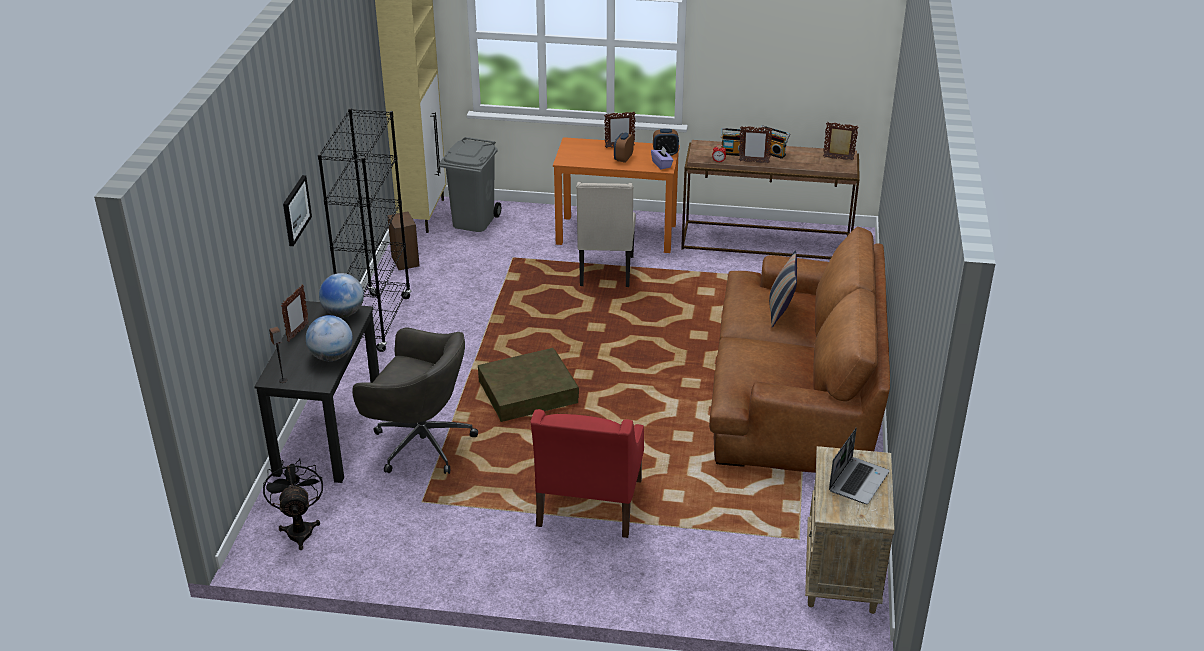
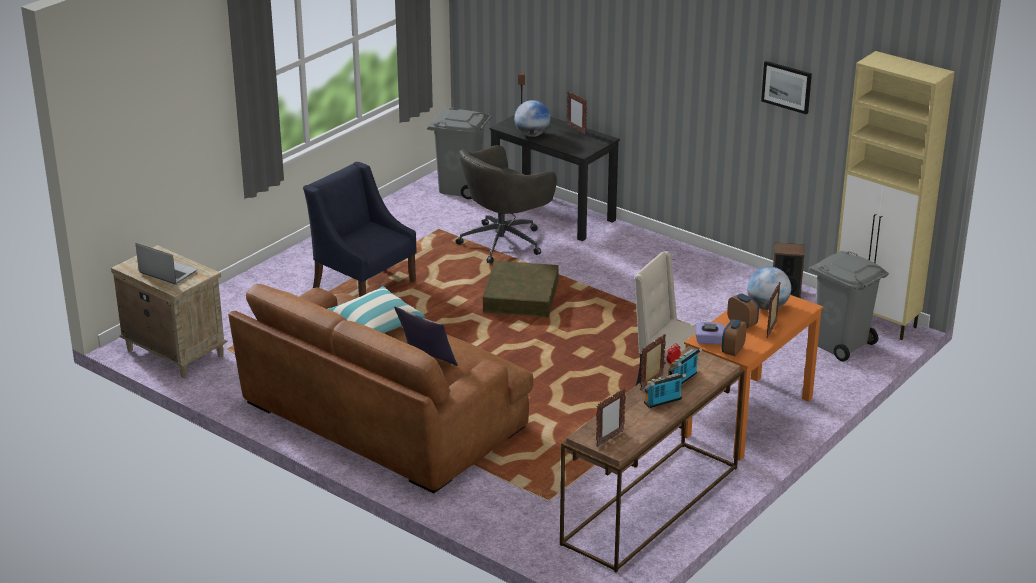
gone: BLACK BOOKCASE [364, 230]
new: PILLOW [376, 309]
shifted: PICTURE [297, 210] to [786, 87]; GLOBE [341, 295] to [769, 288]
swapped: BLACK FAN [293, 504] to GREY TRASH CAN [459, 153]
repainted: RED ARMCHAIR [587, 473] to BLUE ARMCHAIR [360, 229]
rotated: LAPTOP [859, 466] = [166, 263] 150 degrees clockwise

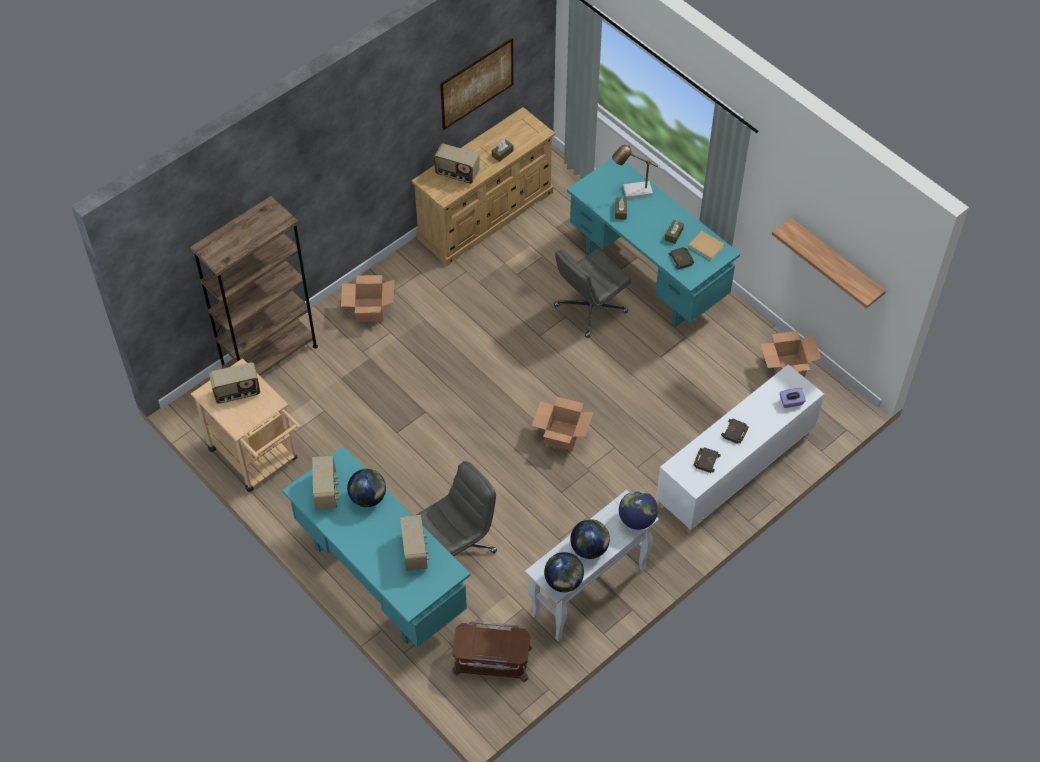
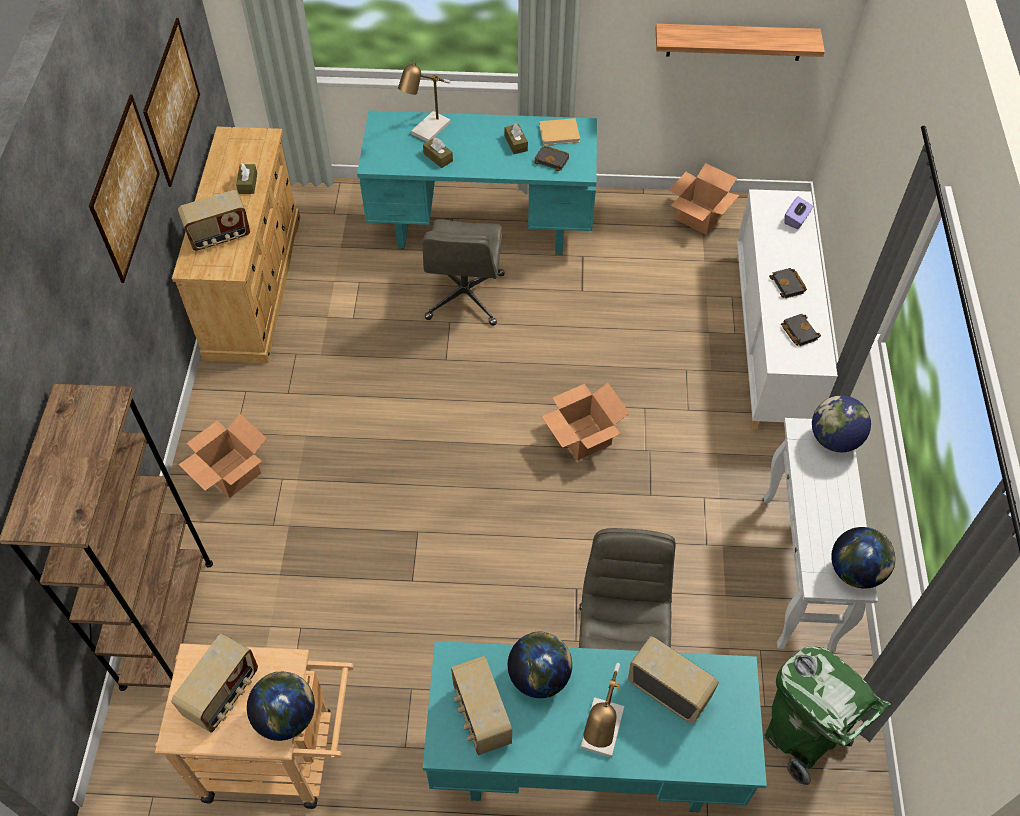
new: PICTURE [124, 189]; TABLE LAMP [603, 710]
shifted: GLOBE [590, 539] to [281, 706]
swapped: BROWN STORAGE BOX [492, 651] to GREEN TRASH CAN [827, 716]
rotated: RADIO [325, 482] = [481, 705] 150 degrees counterclockwise

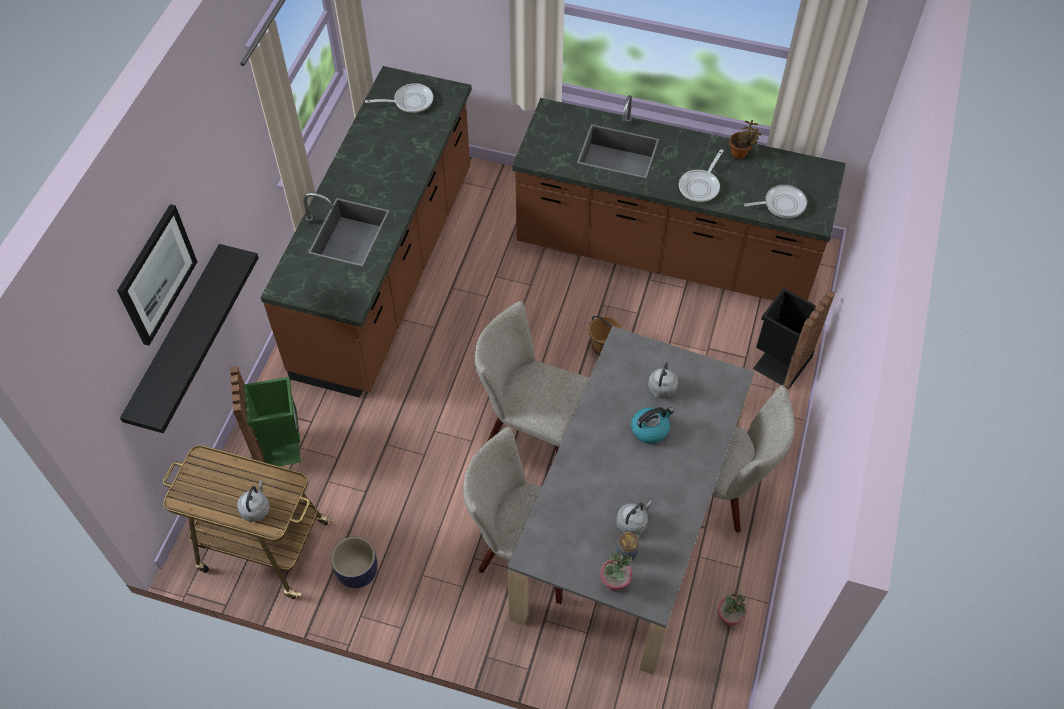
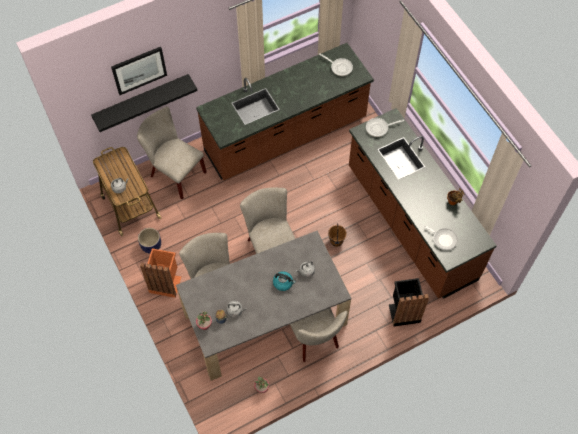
new: ORANGE TRASH CAN [160, 273]
shifted: FRYING PAN [701, 175] to [385, 127]
swapped: GREEN TRASH CAN [265, 416] to BEIGE CHAIR [171, 153]

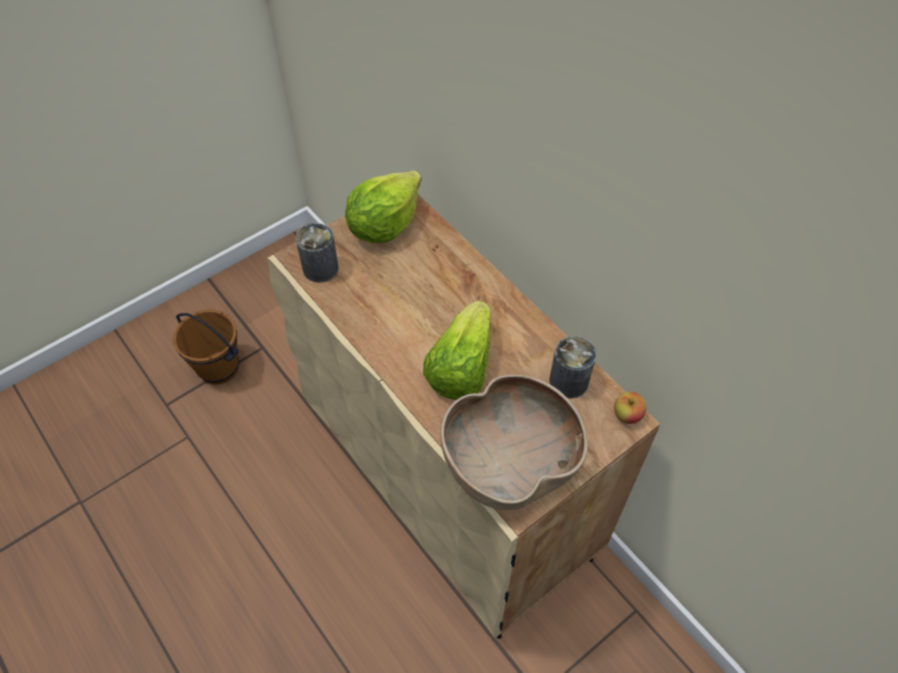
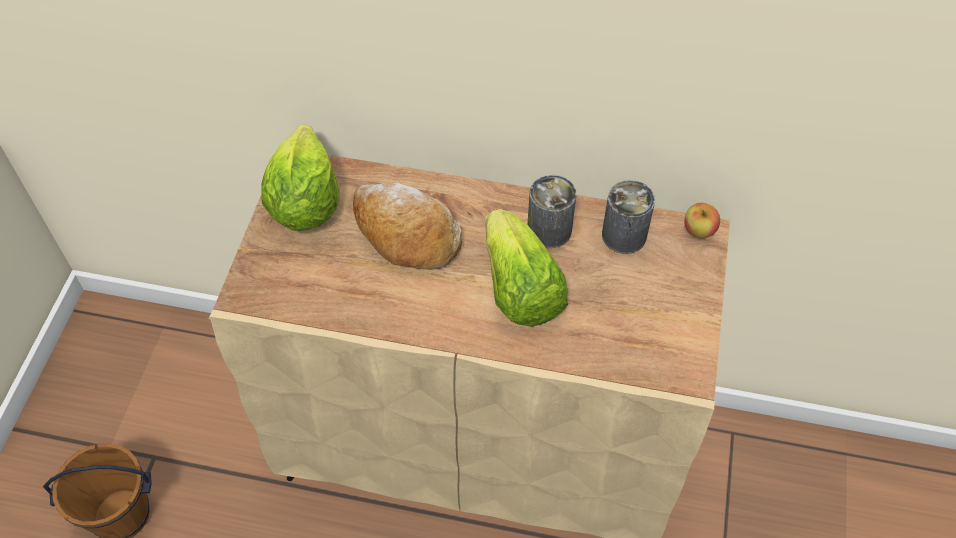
gone: BROWN BOWL [514, 442]
new: BREAD [407, 226]
shifted: CAN [317, 253] to [552, 211]

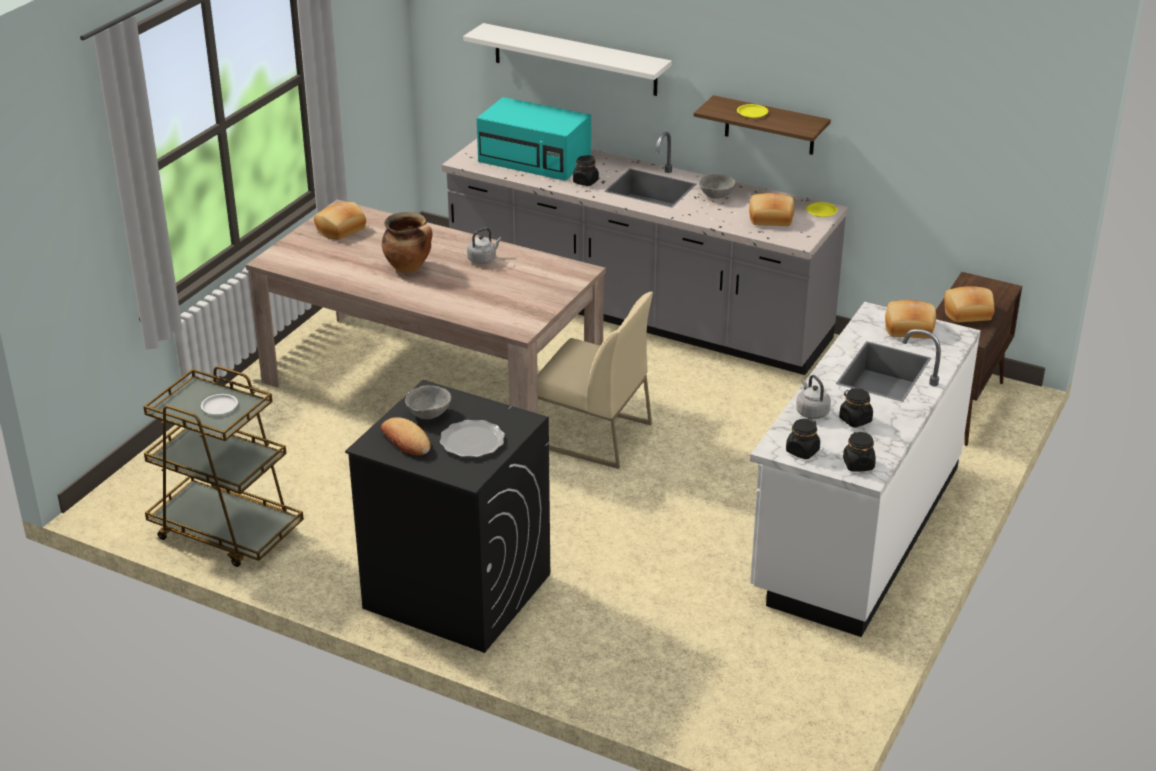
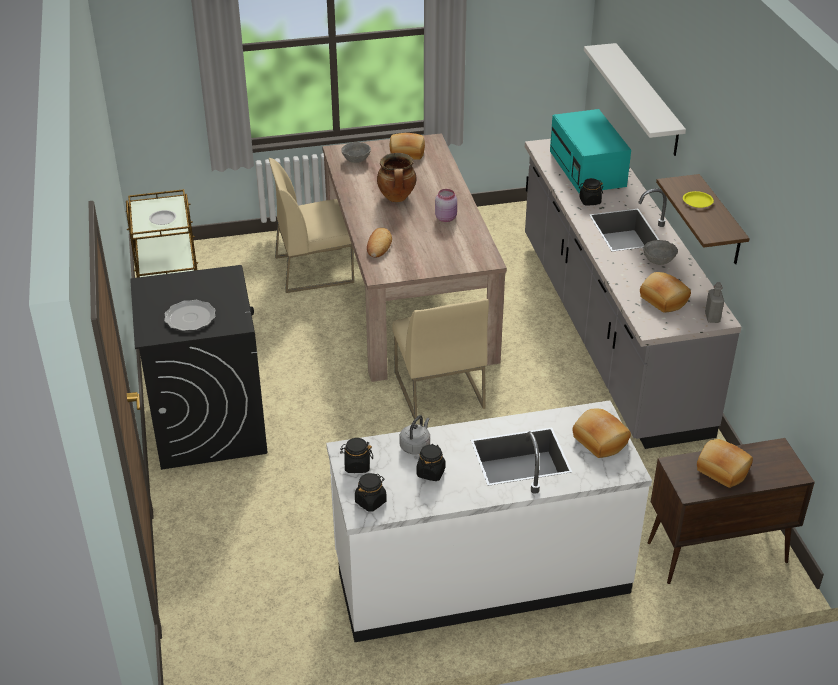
new: BEIGE CHAIR [311, 225]
shifted: GREY BOWL [428, 402] to [356, 152]; BREAD [406, 436] to [379, 243]
swapped: YELLOW PLATE [822, 209] to GREY BOTTLE [714, 302]; GREY KETTLE [484, 246] to PINK JAR [446, 205]

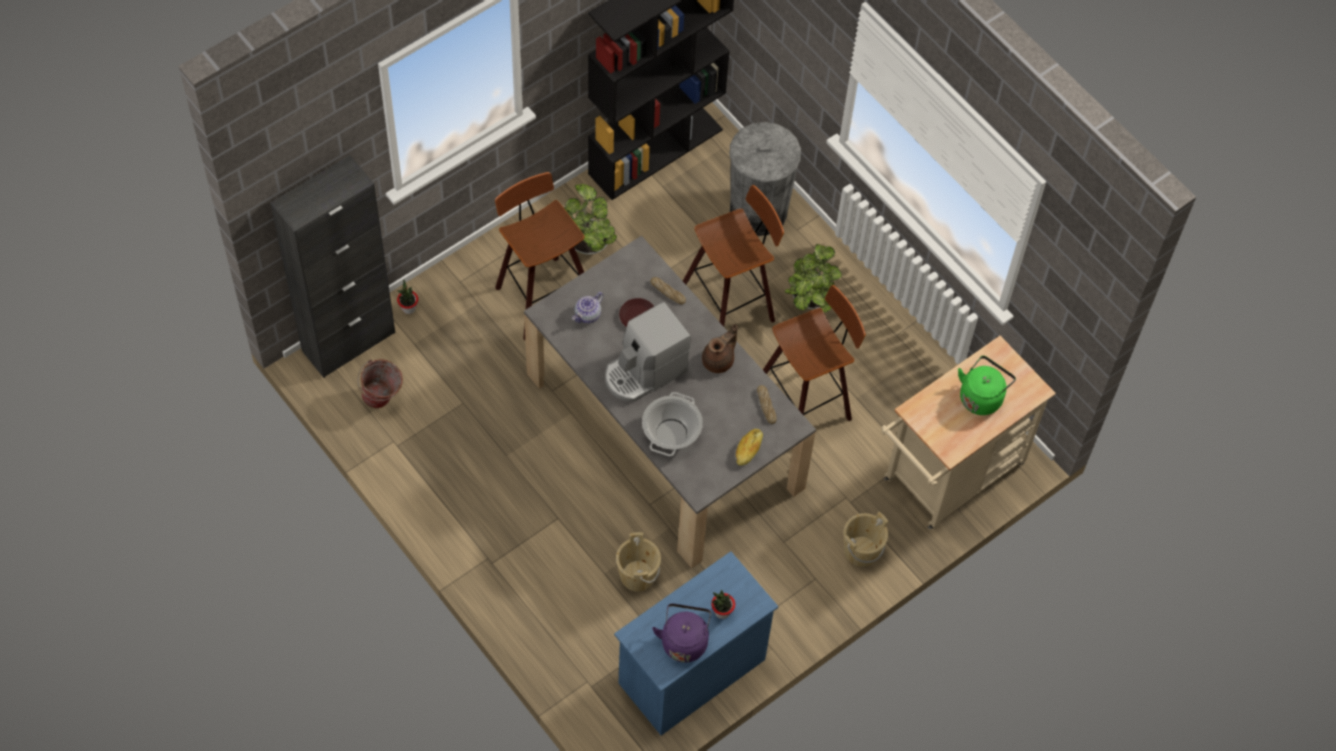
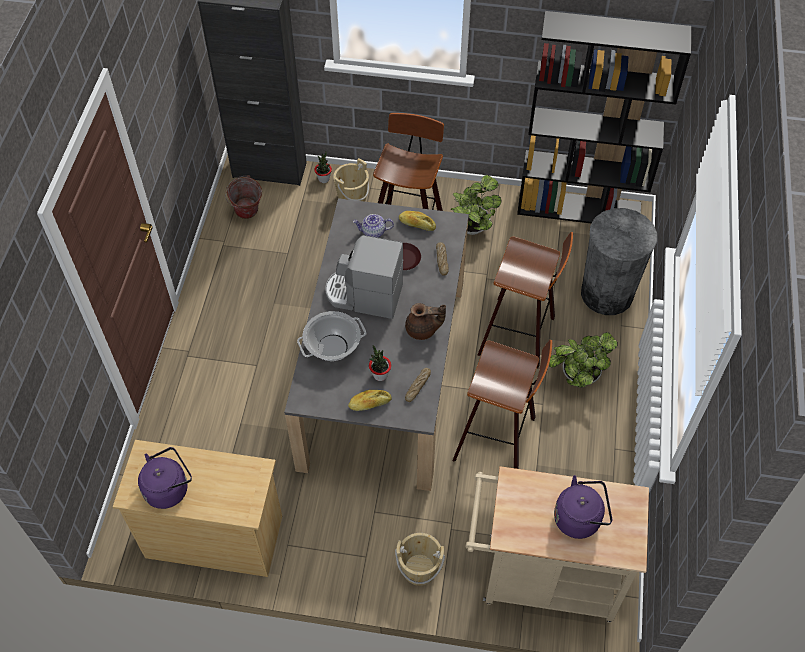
new: BREAD [417, 221]
shifted: BEIGE BUCKET [638, 562] to [351, 180]; POTTED PLANT [723, 604] to [380, 363]
repainted: GREEN KETTLE [987, 385] to PURPLE KETTLE [583, 507]; BLUE DRESSER [696, 643] to BEIGE DRESSER [197, 508]

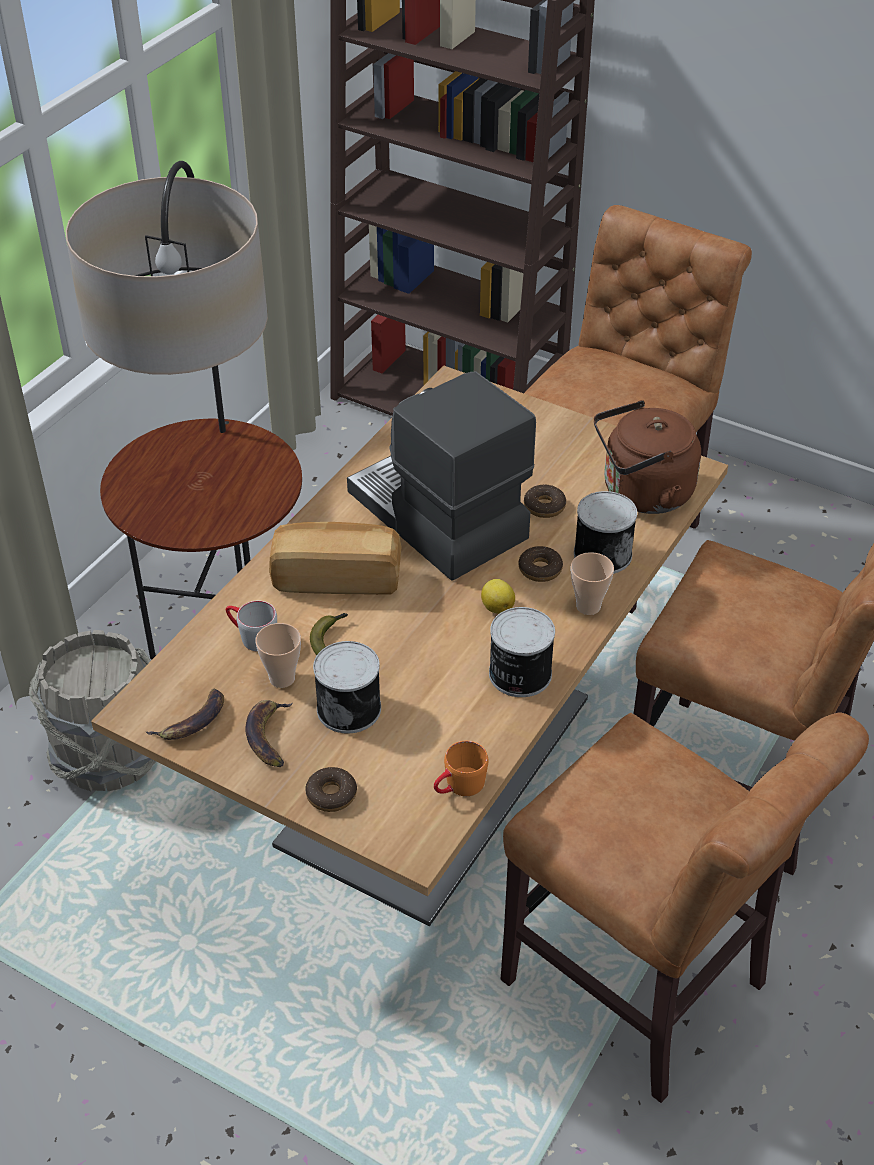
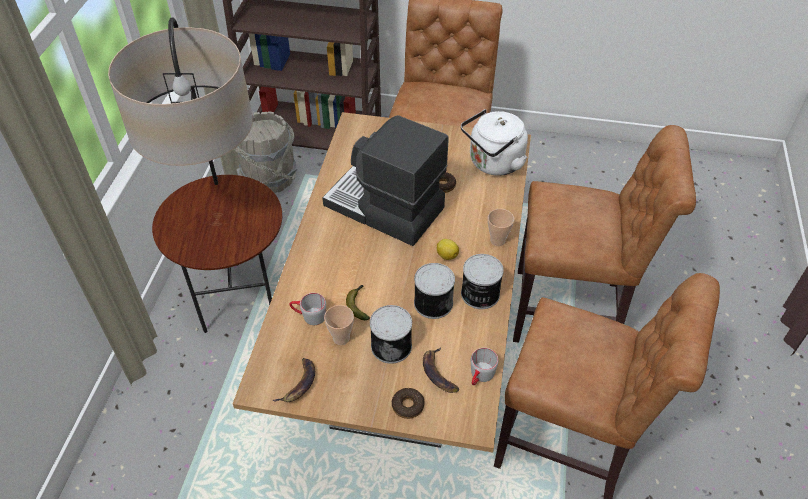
gone: BREAD [335, 558]; DONUT [541, 564]
shifted: CAN [605, 532] to [434, 291]; GREY BUCKET [92, 710] to [266, 152]; BANANA [268, 733] to [441, 370]
repainted: BROWN KETTLE [647, 457] to WHITE KETTLE [494, 142]; ORANGE MUG [461, 768] to GREY MUG [485, 366]

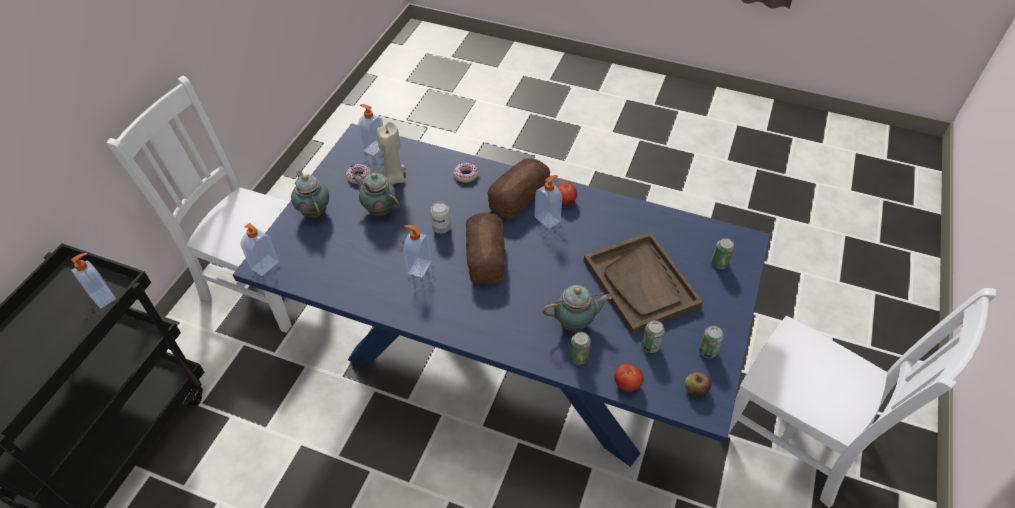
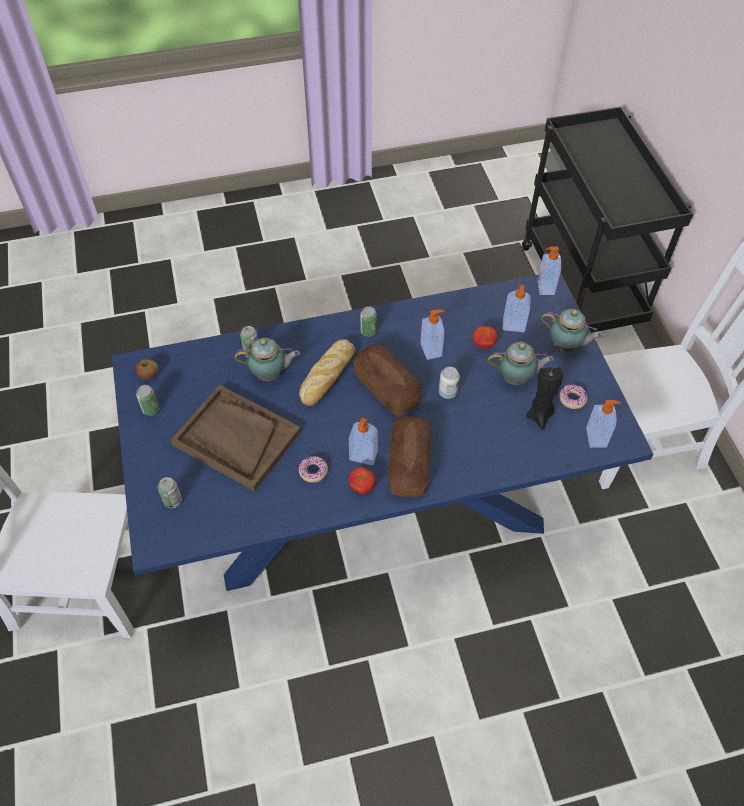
new: BREAD [327, 372]
shifted: DONUT [466, 172] to [313, 469]; SOAP DISPENSER [93, 280] to [516, 308]; CAN [652, 336] to [368, 321]; TOMATO [629, 377] to [485, 337]
repainted: BEIGE CANDLE [391, 153] to BLACK CANDLE [544, 398]
rotated: TEAPOT [577, 308] = [267, 359] 135 degrees counterclockwise

